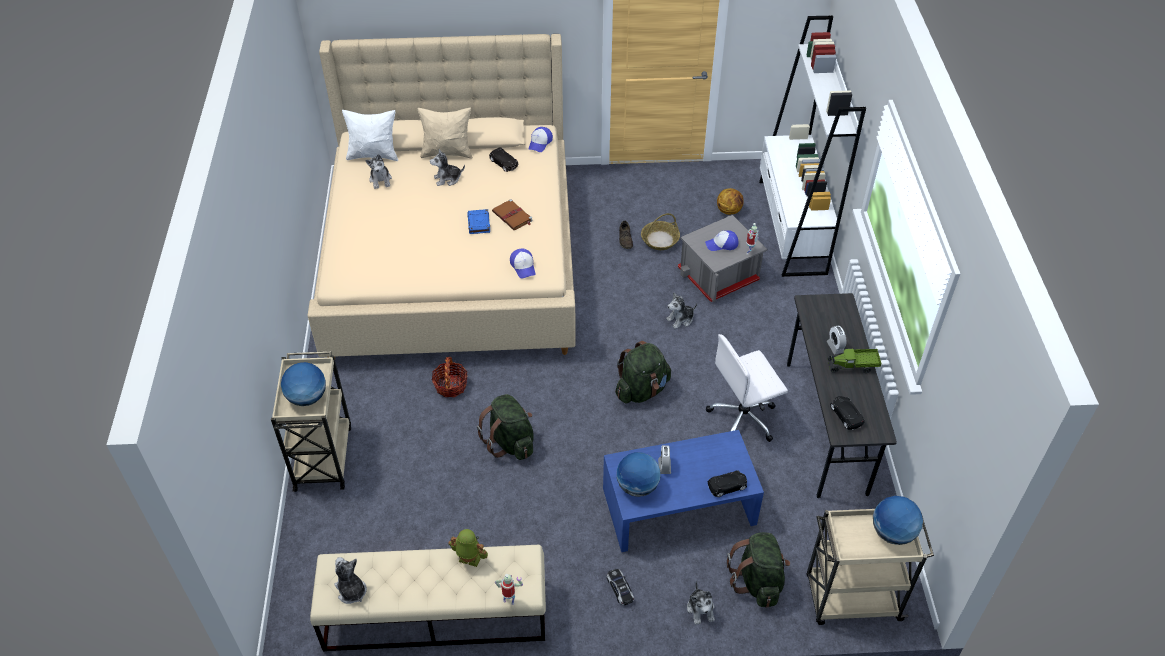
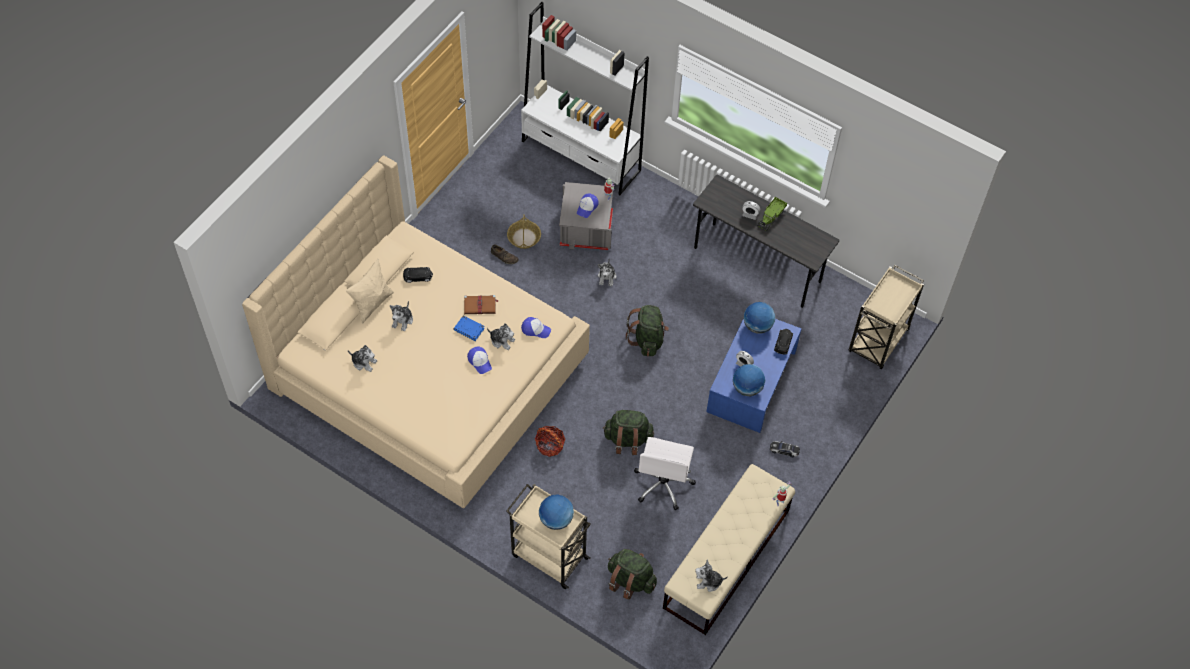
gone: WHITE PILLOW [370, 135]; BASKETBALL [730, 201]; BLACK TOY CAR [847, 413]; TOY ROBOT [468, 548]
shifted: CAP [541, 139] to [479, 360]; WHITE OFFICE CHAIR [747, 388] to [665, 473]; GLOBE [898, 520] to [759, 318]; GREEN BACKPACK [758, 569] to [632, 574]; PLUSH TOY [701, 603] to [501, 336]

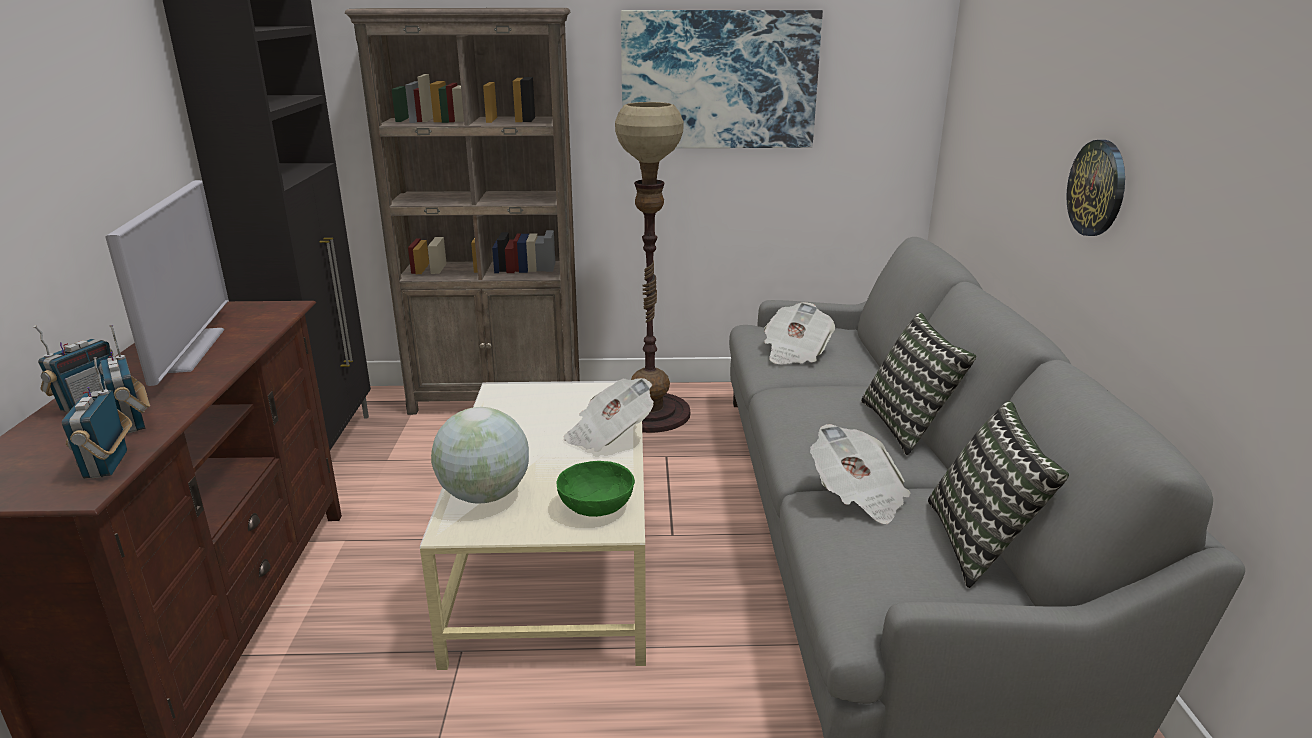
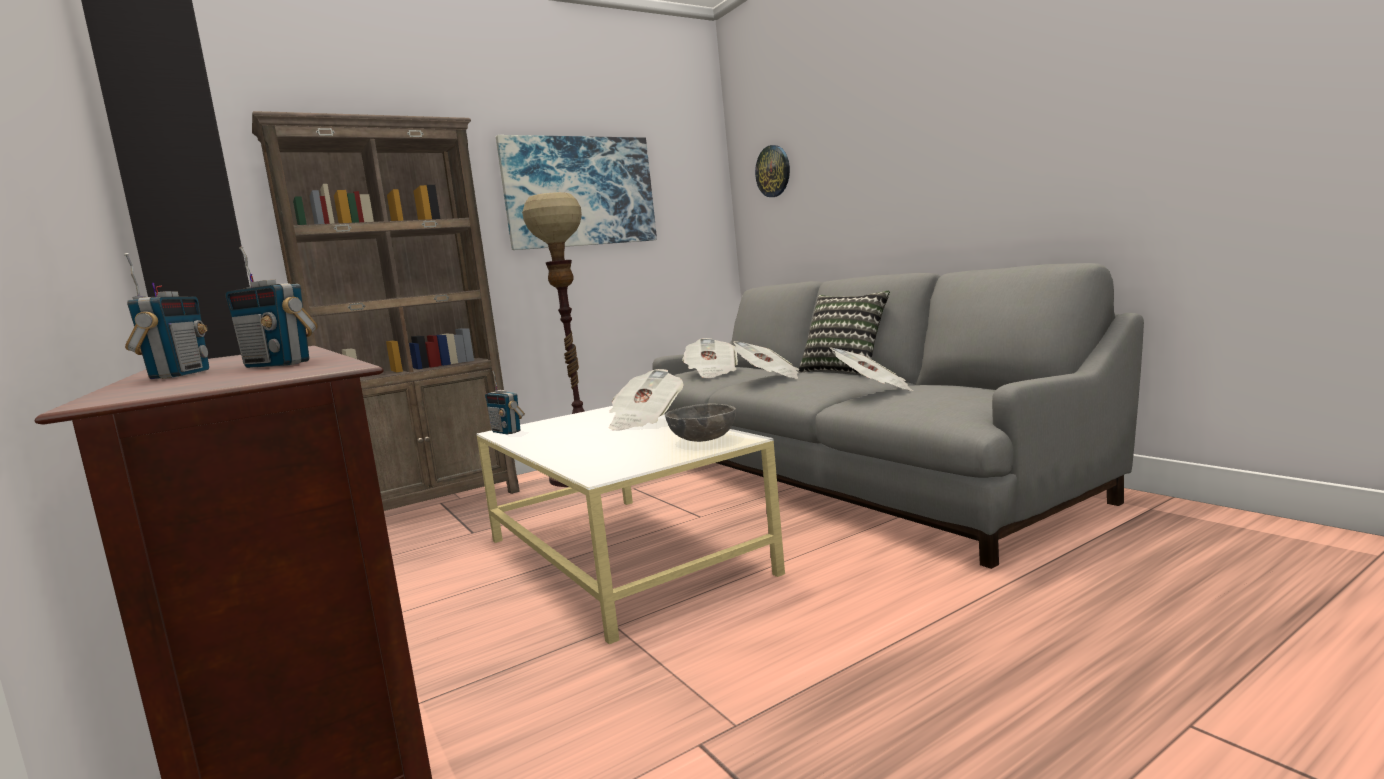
gone: TELEVISION [167, 283]; PILLOW [998, 494]; GLOBE [480, 455]
new: NEWSPAPER [766, 360]
shifted: WALL CLOCK [1095, 188] to [772, 171]; RADIO [97, 418] to [505, 402]
repainted: GREEN BOWL [596, 489] to GREY BOWL [700, 422]

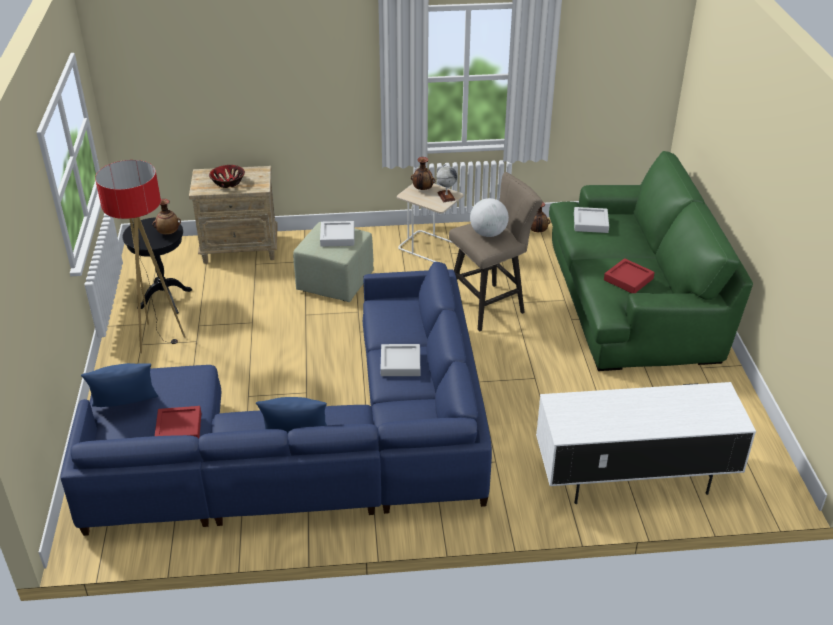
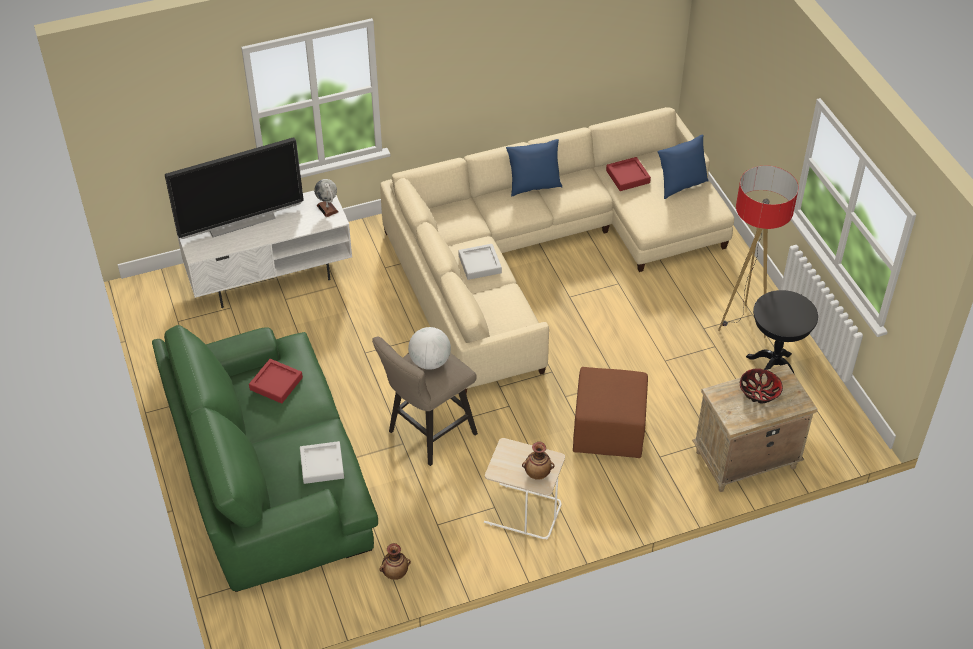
gone: VASE [167, 217]; GREY TRAY [337, 234]
new: TELEVISION [234, 188]
shifted: GLOBE [447, 183] to [326, 198]
repainted: GREEN OTTOMAN [333, 262] to BROWN OTTOMAN [610, 412]; BLUE SOFA [276, 399] to BEIGE SOFA [557, 250]

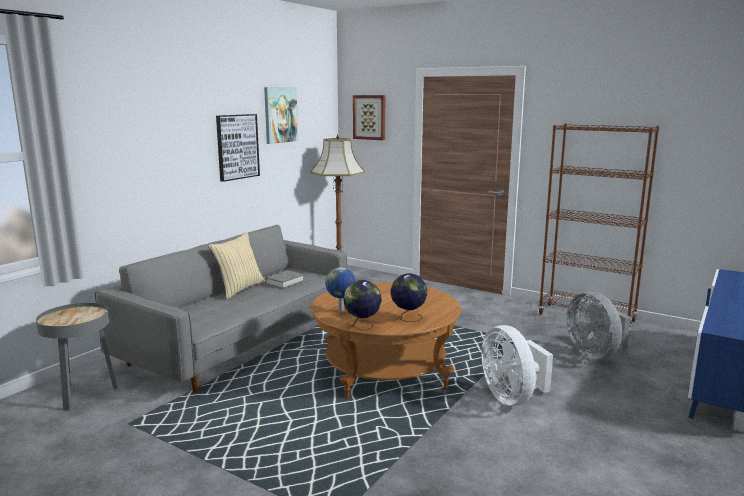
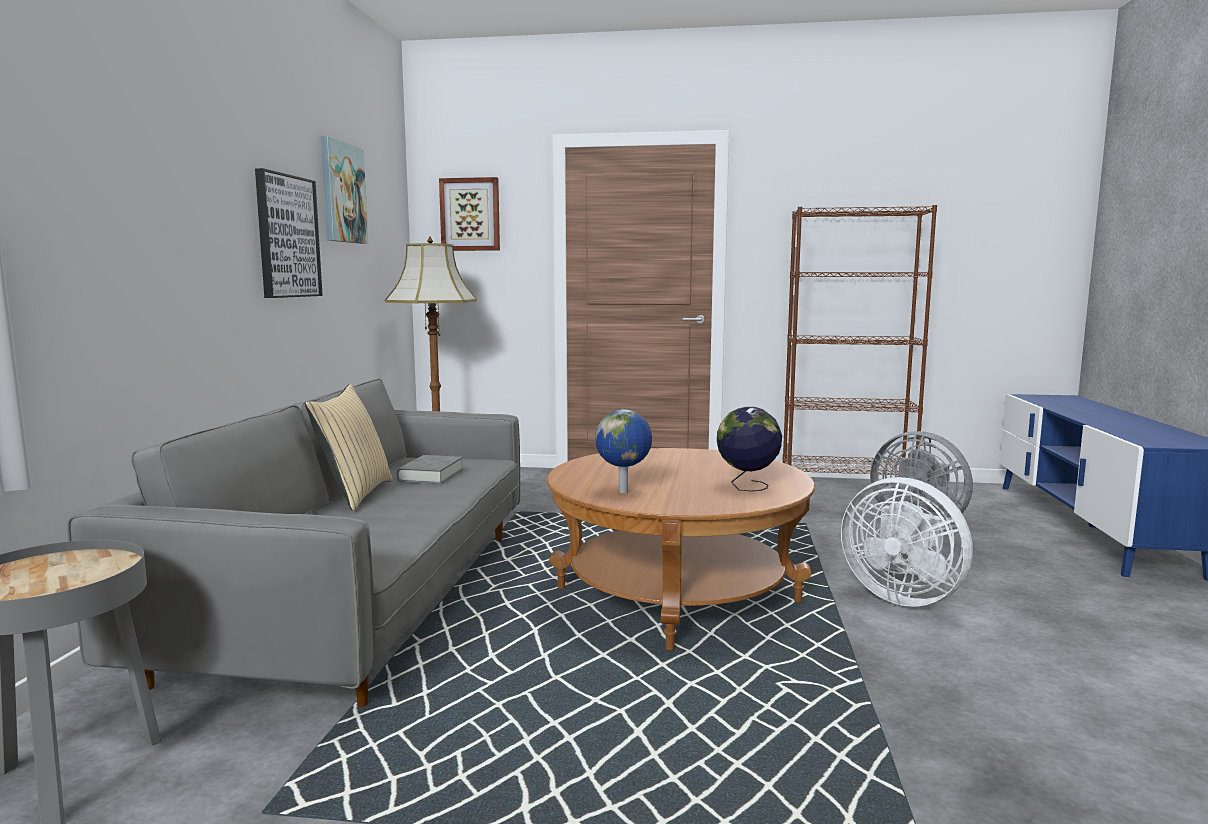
gone: GLOBE [362, 305]

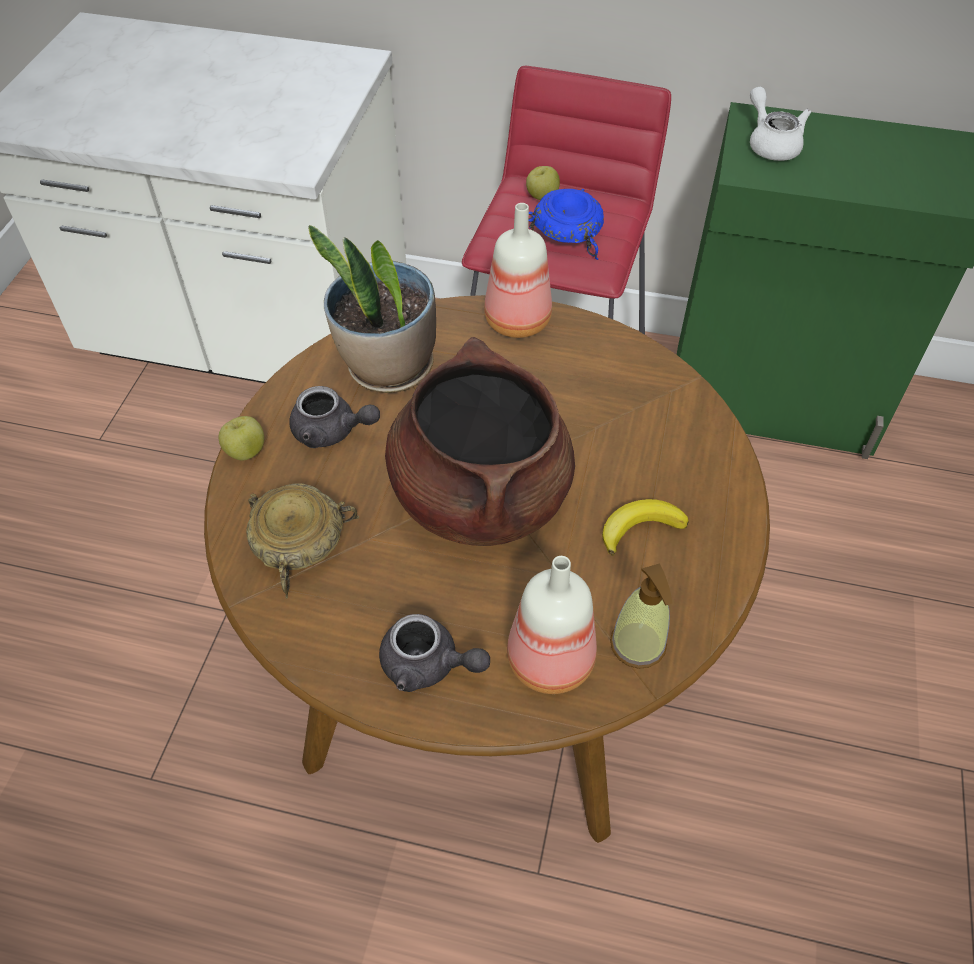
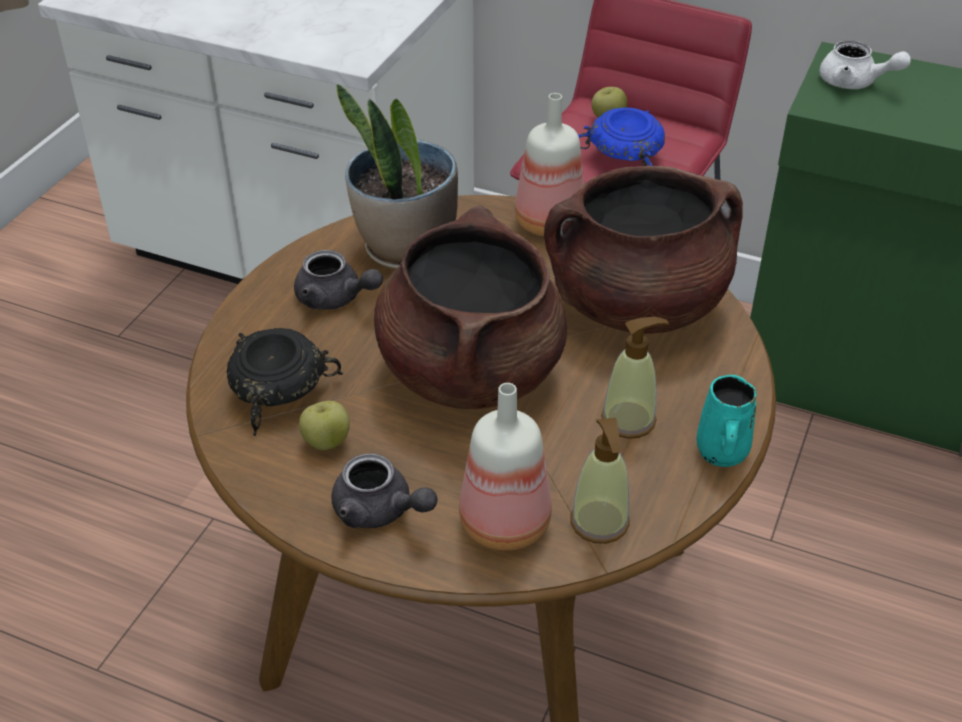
new: BROWN COOKING POT [643, 250]; TURQUOISE MUG [727, 421]
shifted: APPLE [241, 438] to [324, 426]
swapped: BANANA [645, 527] to SOAP DISPENSER [635, 378]
repainted: BEIGE BOWL [303, 541] to BLACK BOWL [285, 382]
rotated: WHITE TEAPOT [780, 124] = [865, 64] 135 degrees clockwise

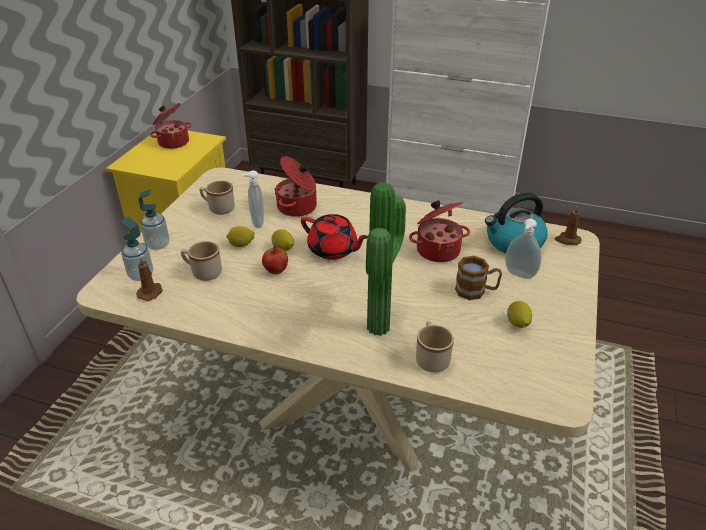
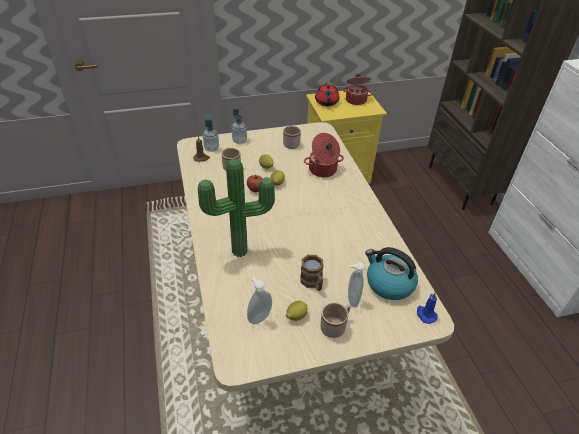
gone: COOKING POT [439, 231]
shifted: SOAP DISPENSER [253, 199] to [259, 301]; RED TEAPOT [334, 237] to [327, 94]; BEIGE MUG [435, 346] to [335, 320]
repainted: BROWN CANDLE [568, 225] to BLUE CANDLE [427, 308]

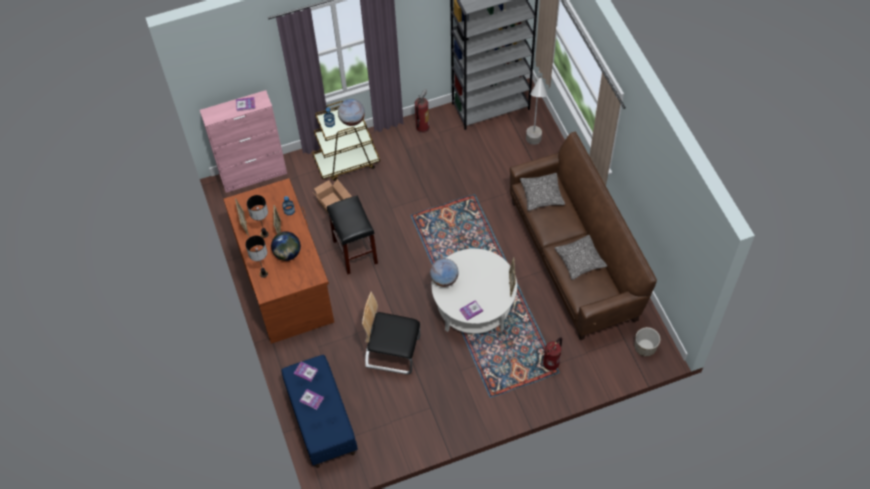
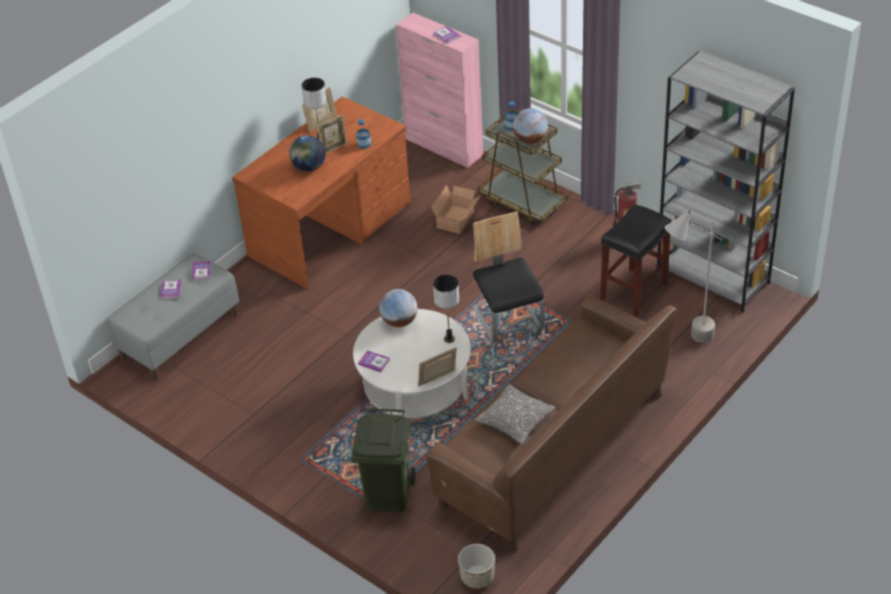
gone: PILLOW [542, 192]
shifted: BLACK STOOL [352, 234] to [636, 260]; TABLE LAMP [256, 257] to [446, 309]; CHAIR [391, 333] to [508, 277]
swapped: FIRE EXTINGUISHER [552, 354] to GREEN TRASH CAN [383, 460]
repainted: BLUE BENCH [320, 411] to GREY BENCH [173, 316]

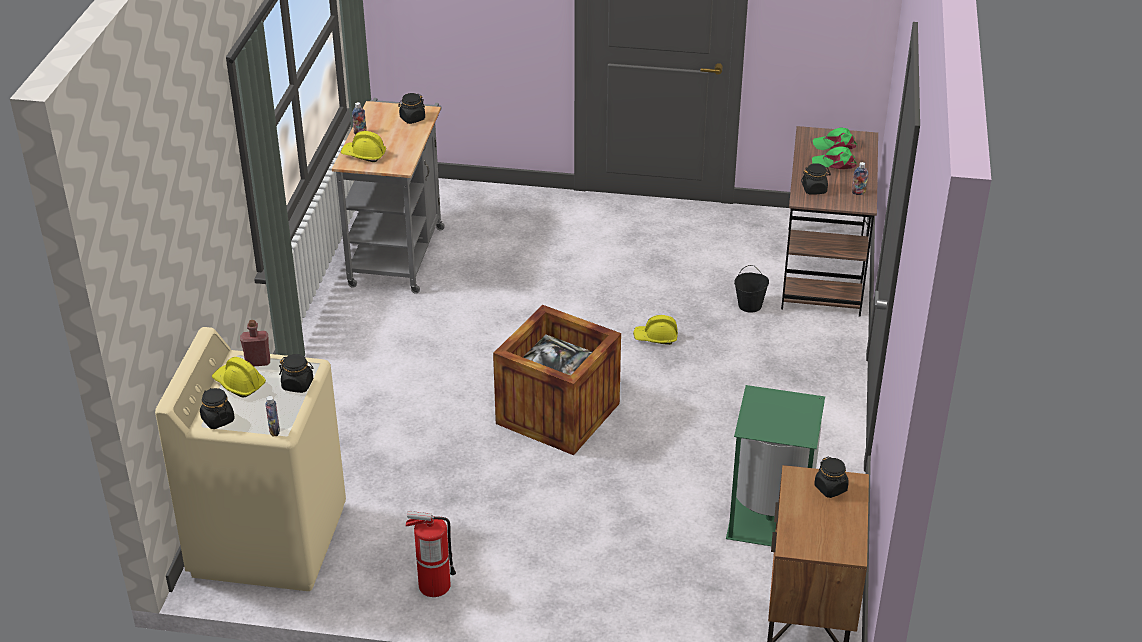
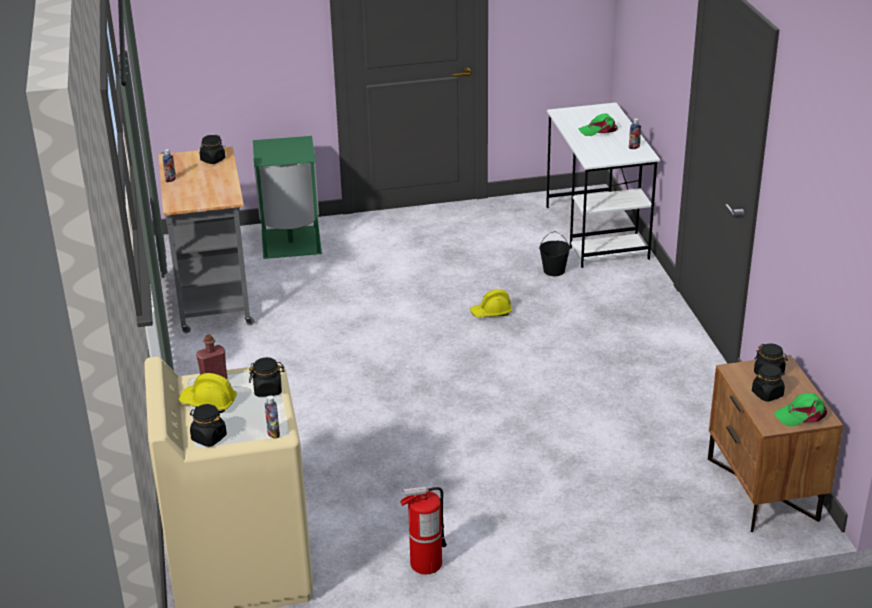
gone: YELLOW HARD HAT [363, 146]; CRATE [557, 380]
shifted: GREEN CAP [835, 139] to [800, 409]; BLACK JAR [816, 179] to [768, 383]; GREEN TRASH CAN [775, 465] to [287, 197]
repainted: BROWN DESK [829, 221] to WHITE DESK [603, 185]

